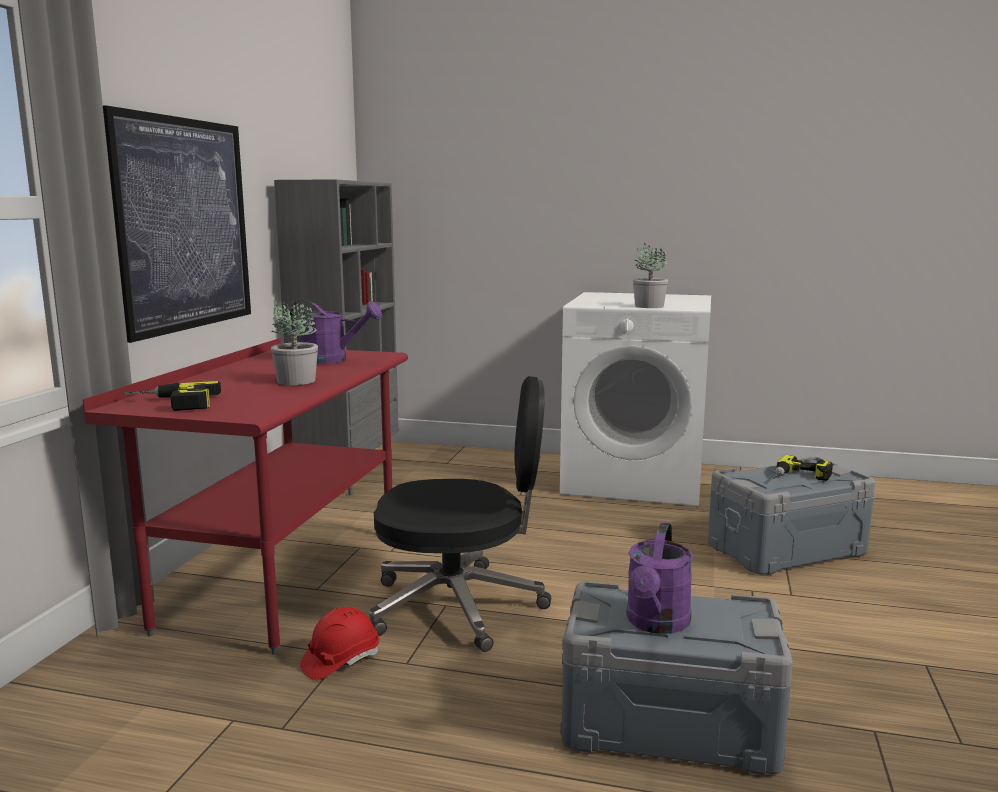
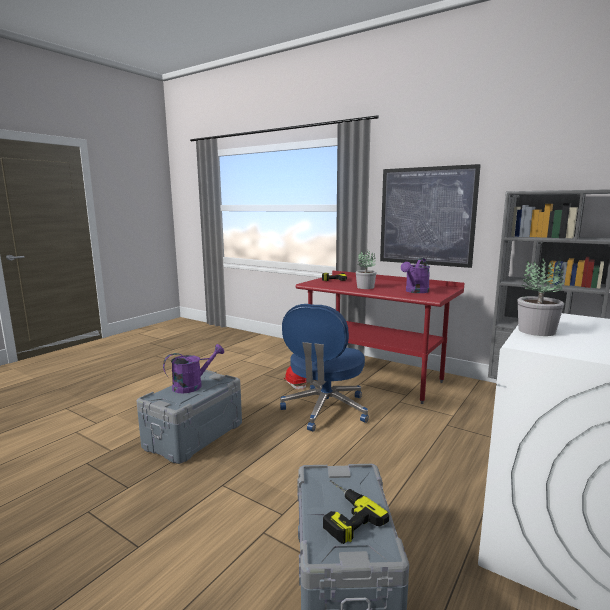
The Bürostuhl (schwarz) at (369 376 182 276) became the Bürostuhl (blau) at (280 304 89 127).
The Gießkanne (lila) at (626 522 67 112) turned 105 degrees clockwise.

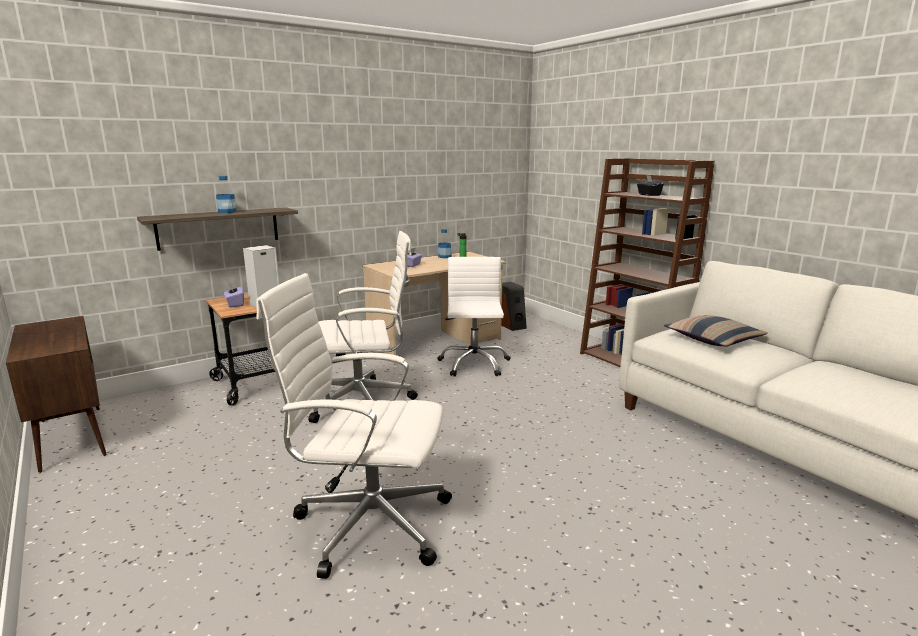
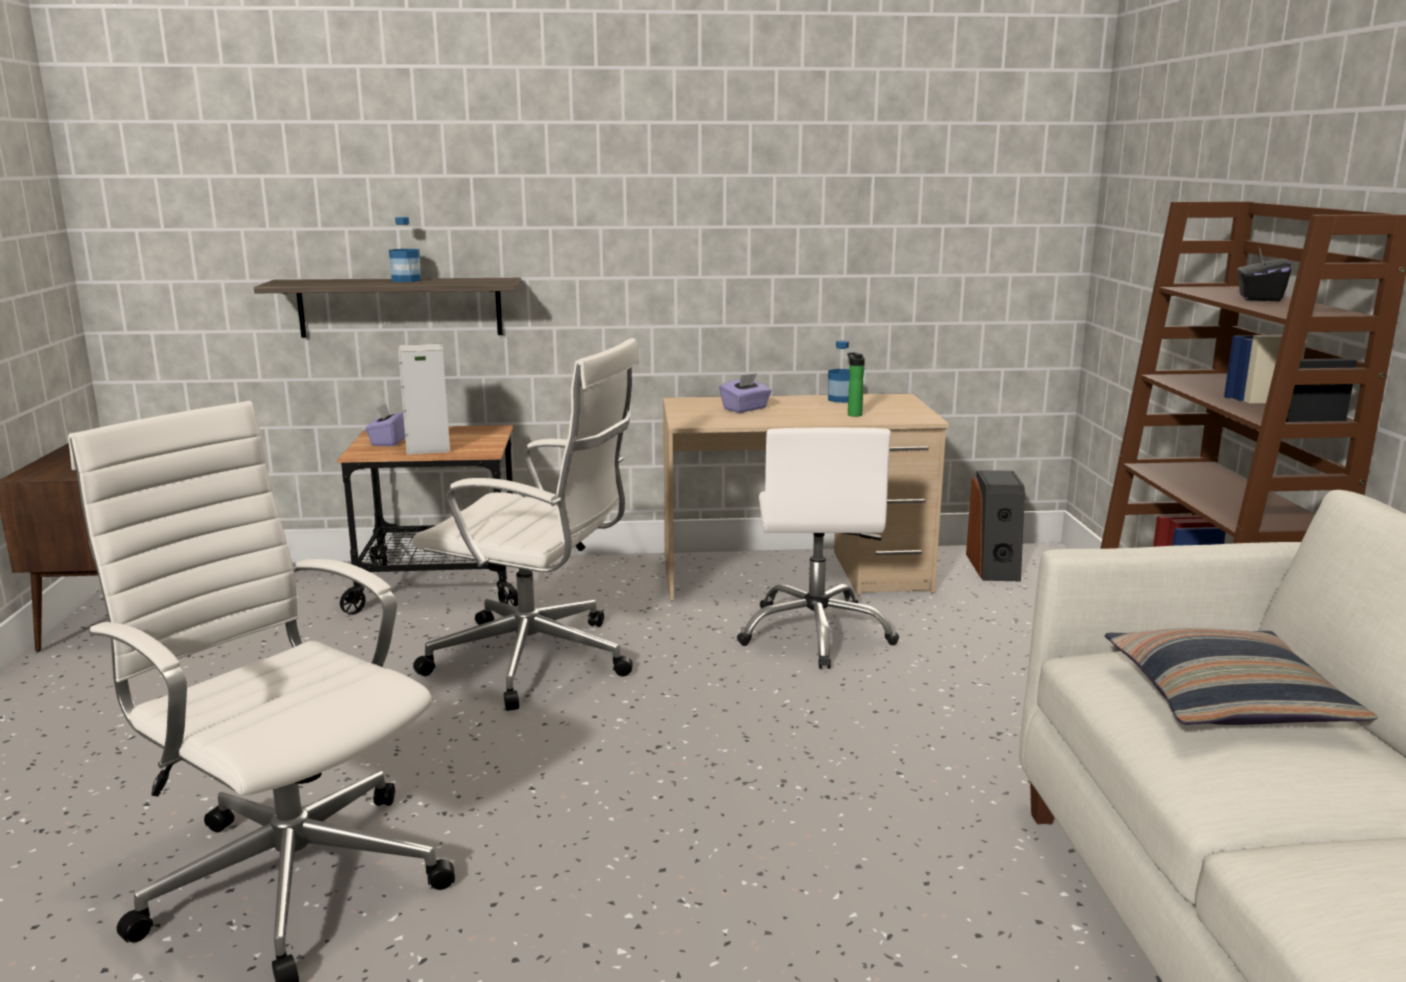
The Bürostuhl (weiß) at (438 257 73 120) turned 150 degrees clockwise.

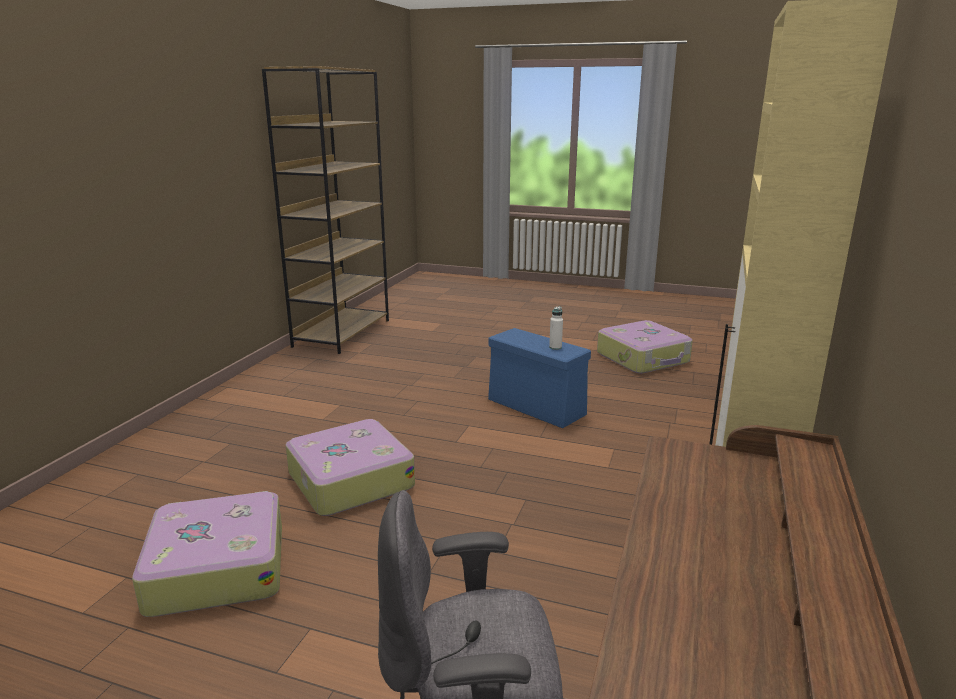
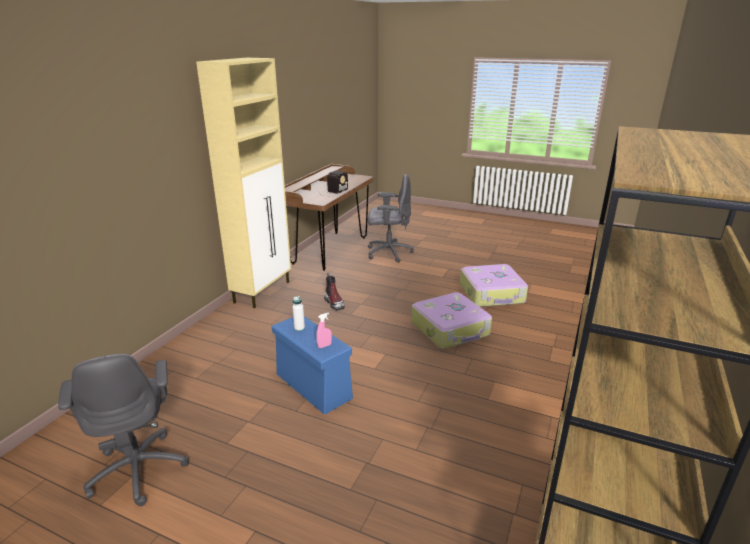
The Koffer at (597 320 96 54) was replaced by the Bürostuhl (grau) at (58 354 131 152).
The Radio at (319 170 29 26) appeared.
The Stiefel at (324 272 20 38) appeared.
The Sprühflasche (rosa) at (316 313 16 35) appeared.

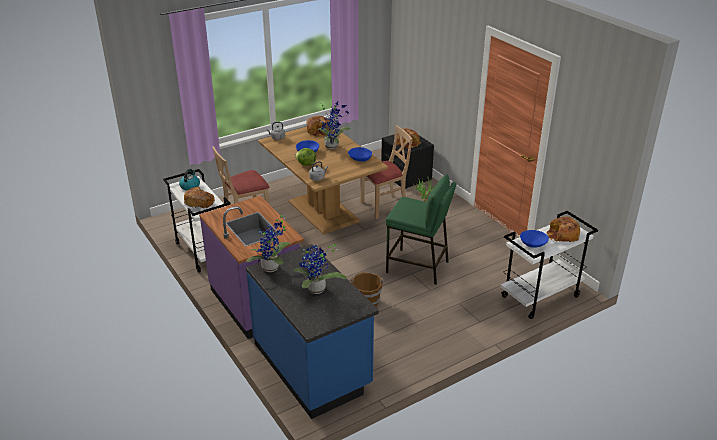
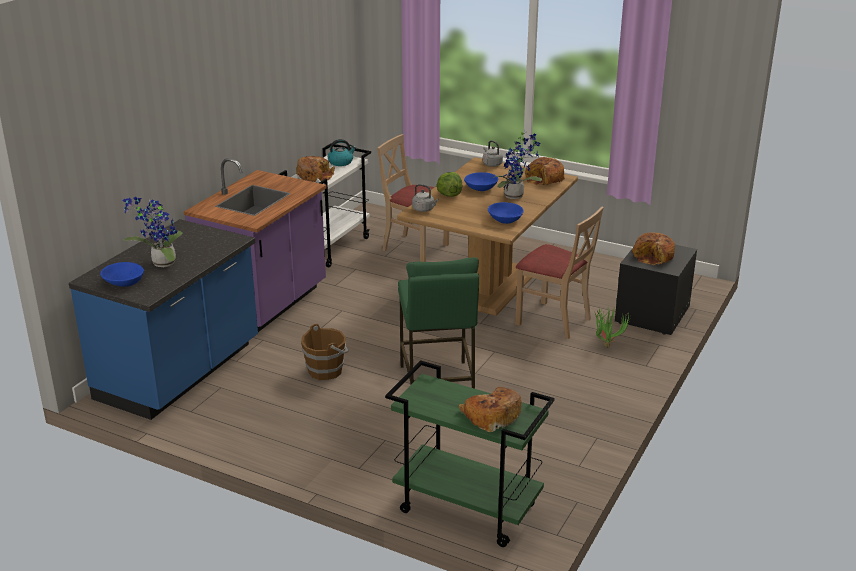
The Rollwagen (weiß) at (501 211 97 108) became the Rollwagen (grün) at (385 360 169 187).
The Topfpflanze at (246 213 45 59) disappeared.
The Schüssel (blau) moved from (520 230 29 18) to (100 262 44 25).

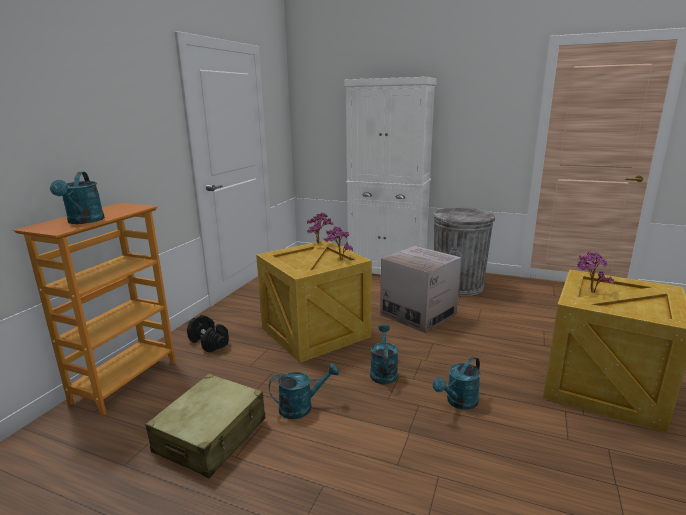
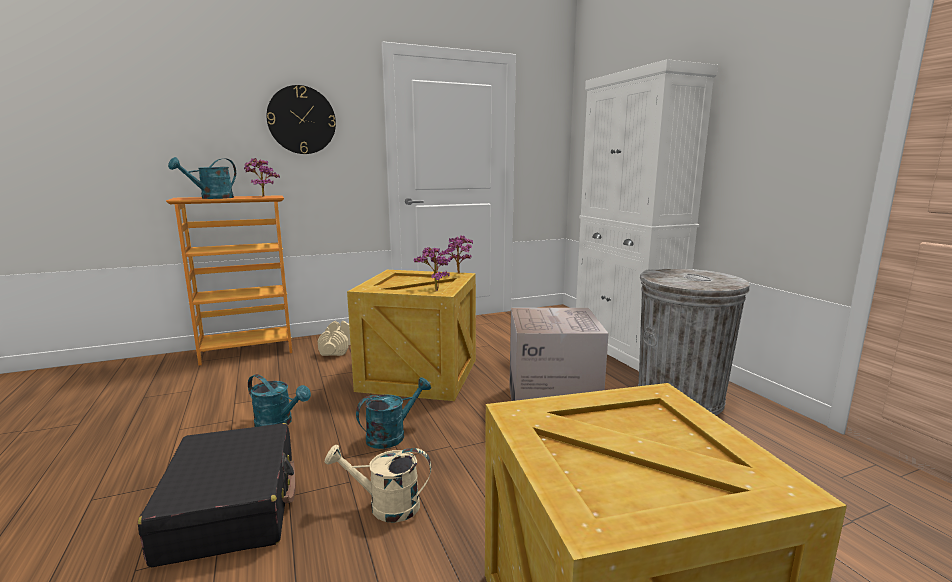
The Topfpflanze moved from (577 251 37 42) to (244 158 36 39).
The Hantel (schwarz) at (187 315 42 38) became the Hantel (beige) at (318 321 33 35).
The Gießkanne (türkis) at (433 356 48 54) became the Gießkanne (beige) at (325 445 106 78).
The Koffer (beige) at (146 374 119 104) disappeared.
The Wanduhr at (266 85 70 69) appeared.
The Koffer (schwarz) at (138 423 158 144) appeared.

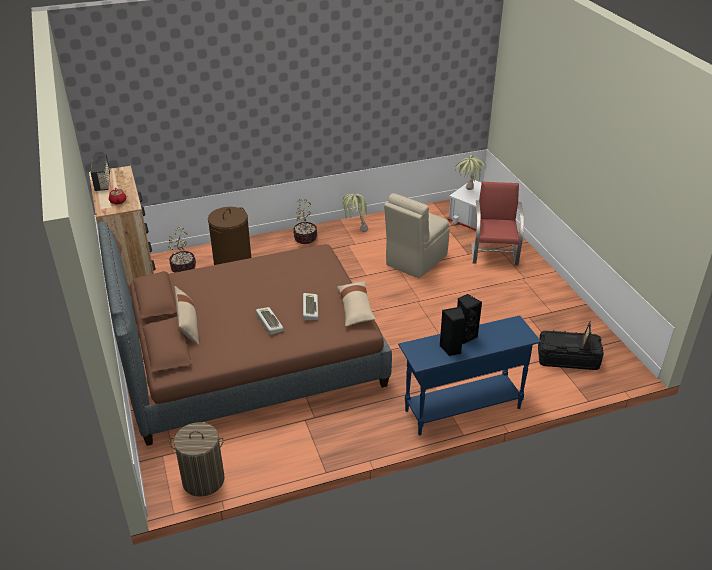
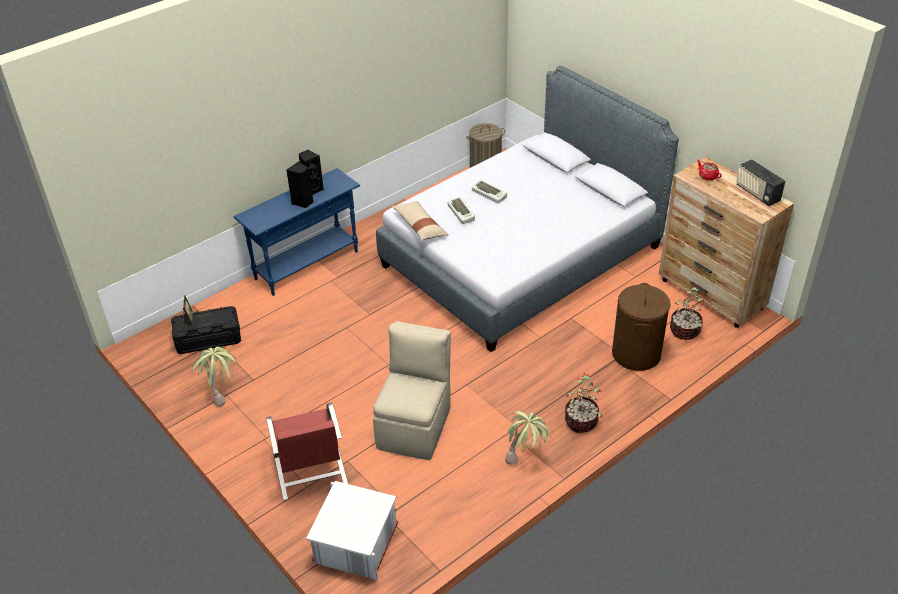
The Topfpflanze moved from (455 155 31 35) to (192 347 44 60).
The Bett (braun) at (98 221 294 225) became the Bett (grau) at (376 65 303 287).
The Kissen (beige) at (175 286 24 59) disappeared.

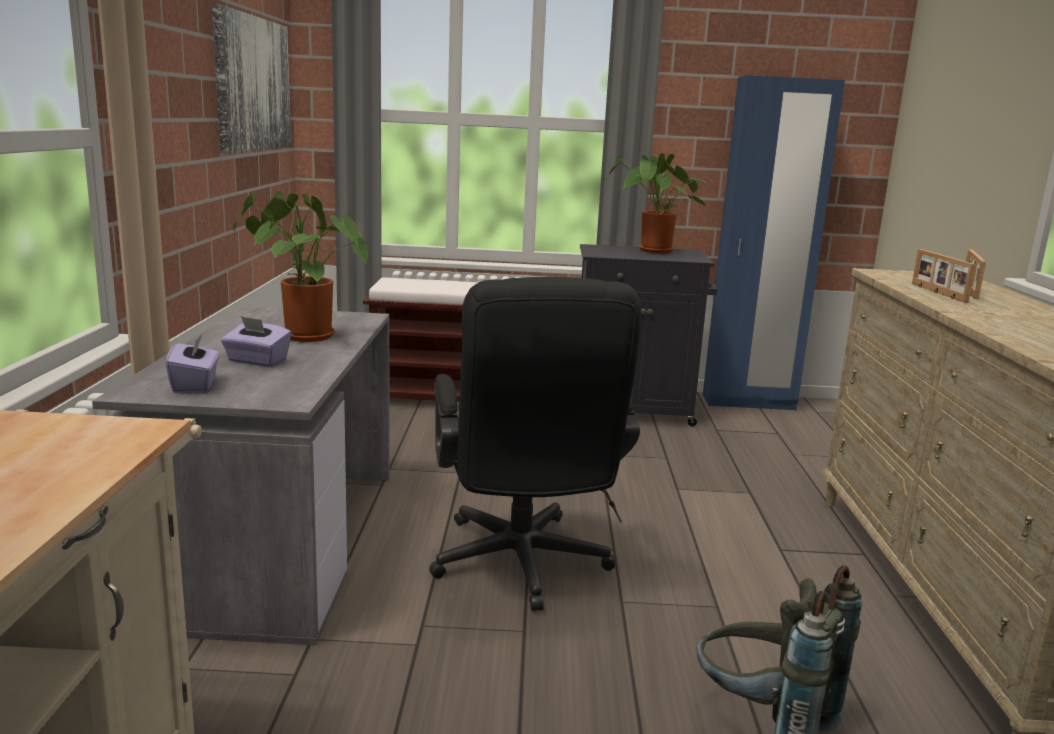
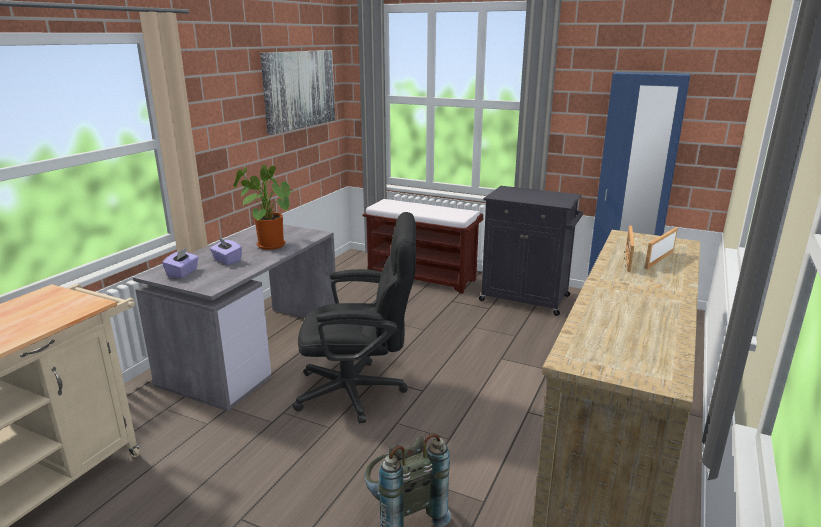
The Topfpflanze at (606 153 102 101) disappeared.
The Bürostuhl (schwarz) at (429 277 212 334) turned 105 degrees counterclockwise.

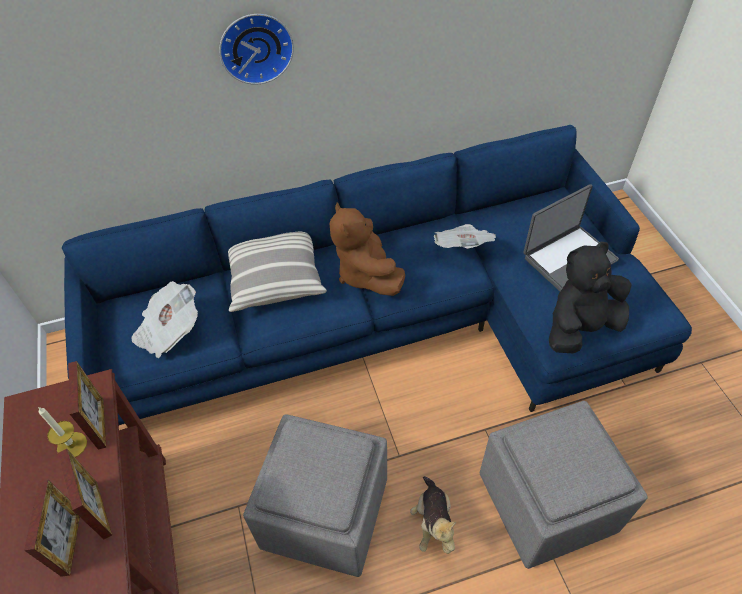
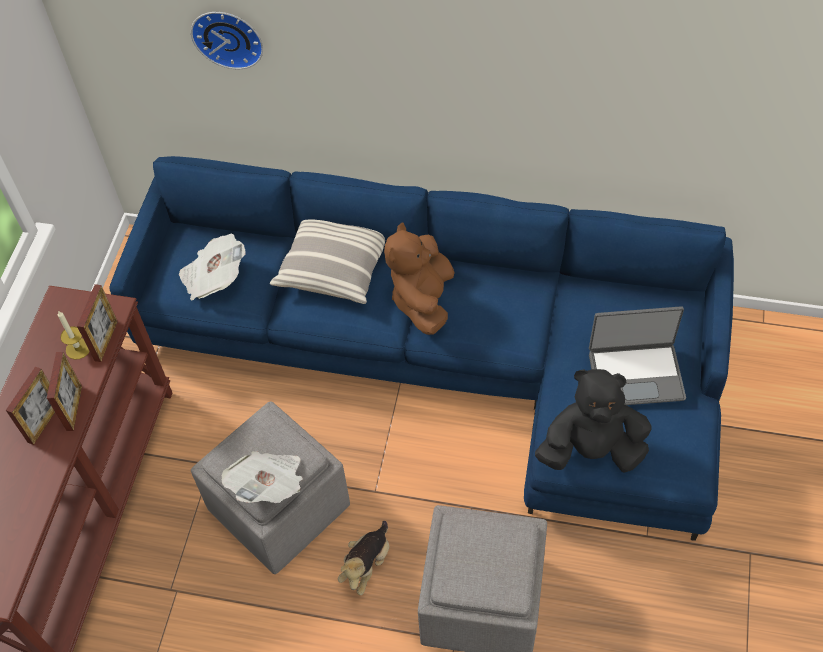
The Wanduhr moved from (219 14 75 71) to (191 12 72 57).
The Zeitung moved from (434 224 62 25) to (222 451 81 52).

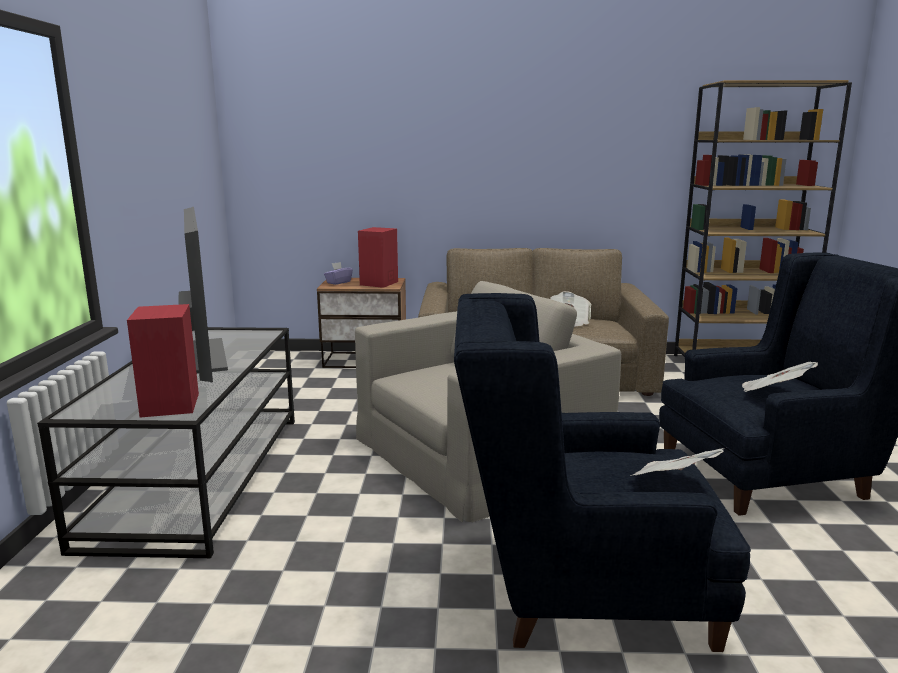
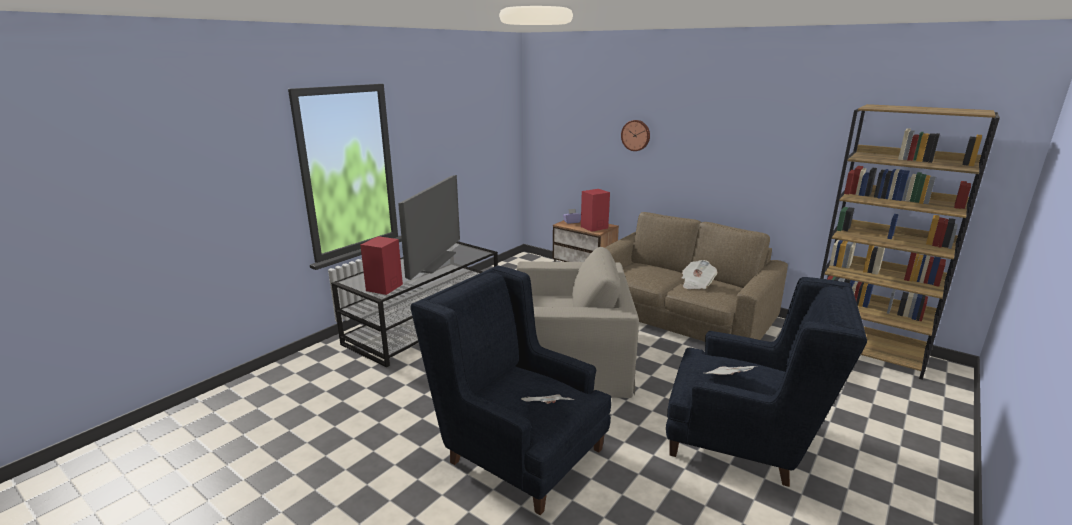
The Wanduhr at (621 120 29 31) appeared.

